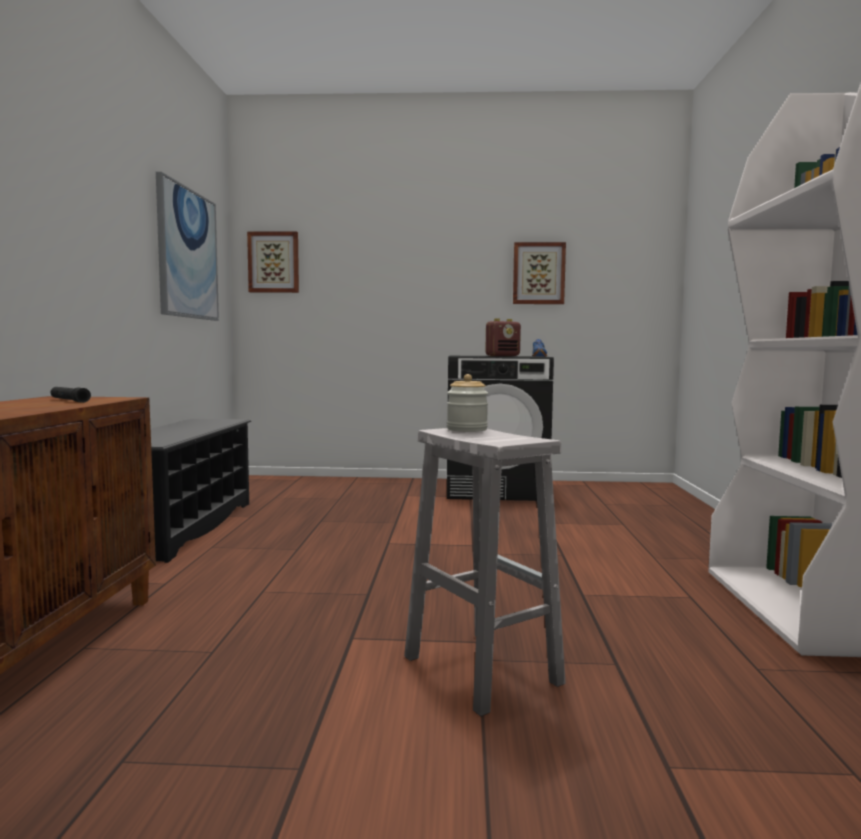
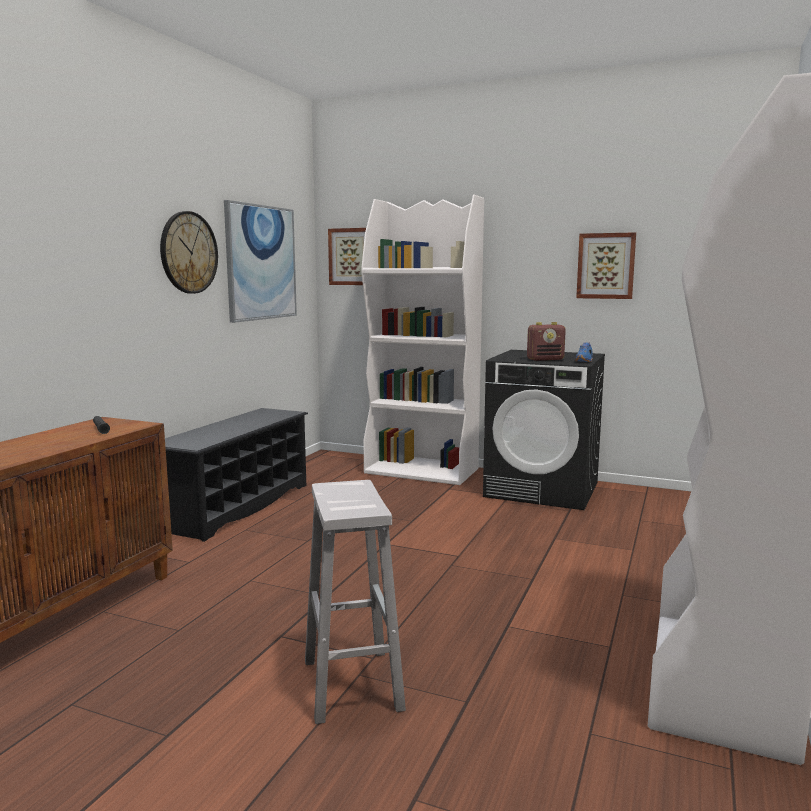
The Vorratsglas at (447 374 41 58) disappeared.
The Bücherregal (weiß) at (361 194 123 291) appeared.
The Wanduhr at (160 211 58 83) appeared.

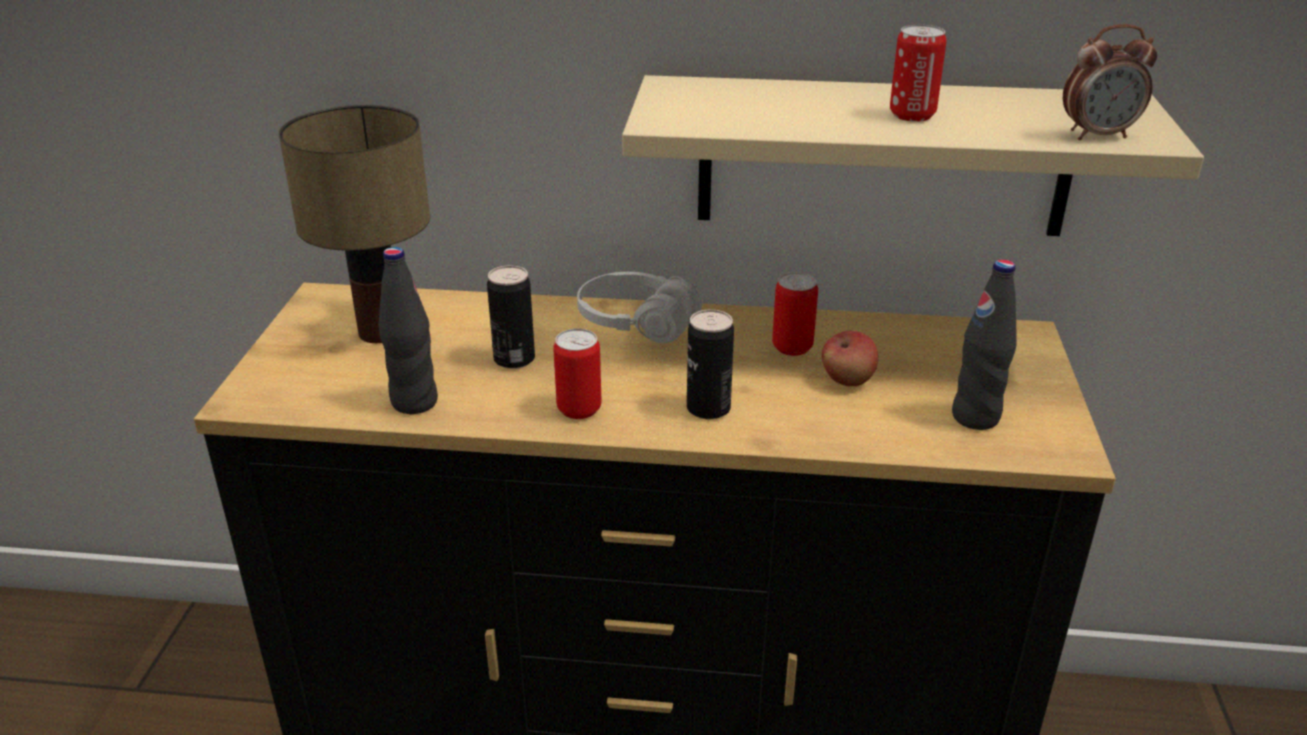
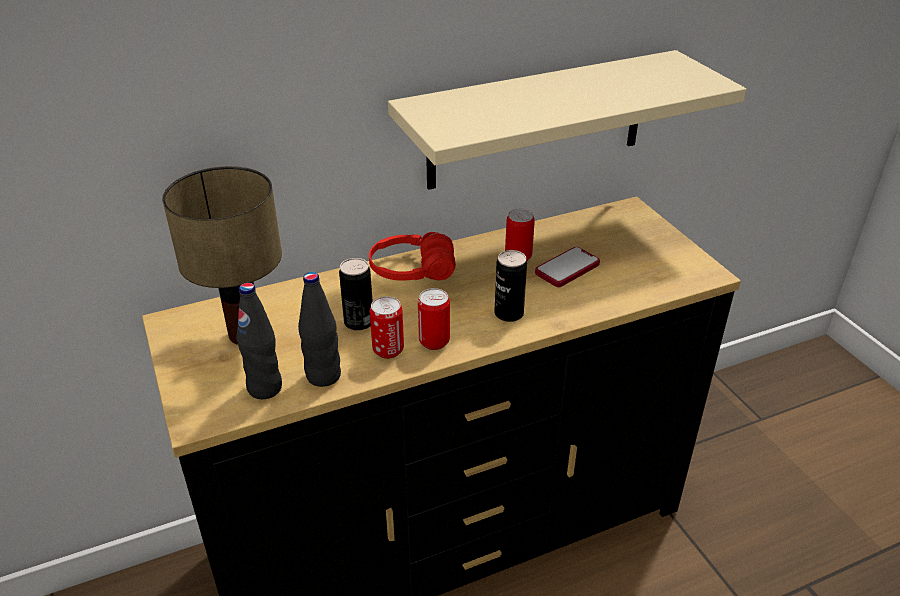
The Wecker at (1063 24 94 116) disappeared.
The Dose moved from (890 25 56 97) to (370 296 34 63).
The Flasche (schwarz) moved from (952 259 65 171) to (236 283 46 116).
The Kopfhörer (weiß) at (577 272 125 71) became the Kopfhörer (rot) at (369 232 87 49).
The Apfel at (822 331 56 55) was replaced by the Handy at (535 247 65 40).

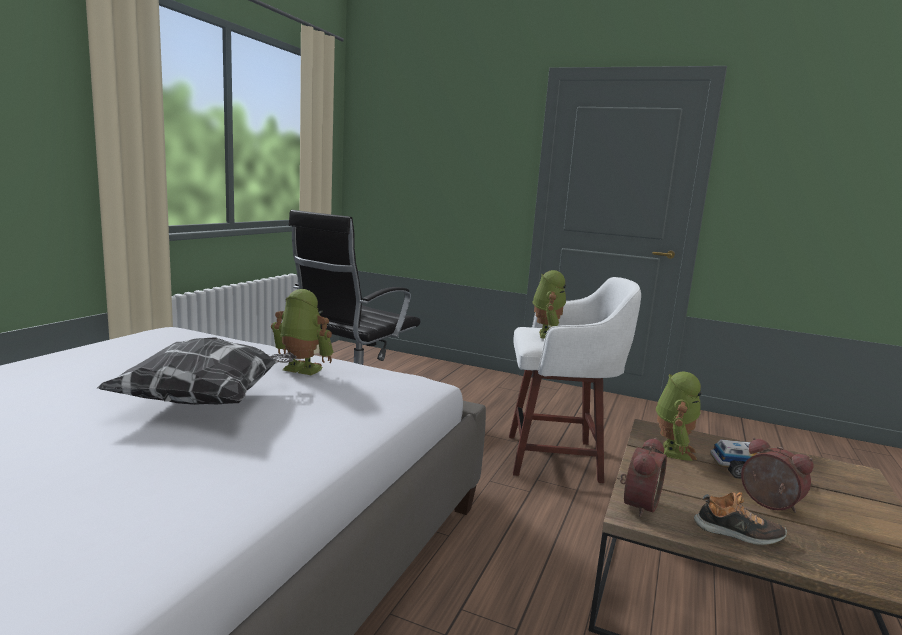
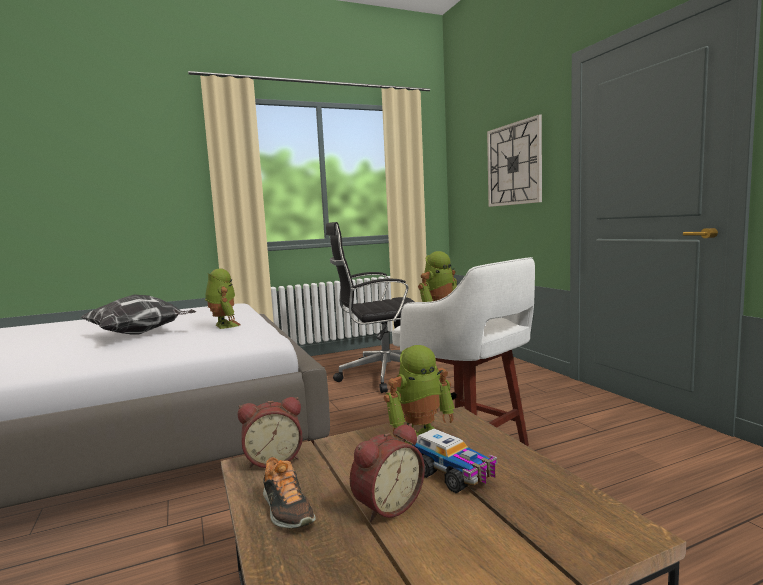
The Wecker at (741 437 73 76) turned 45 degrees clockwise.
The Wanduhr at (487 115 55 92) appeared.

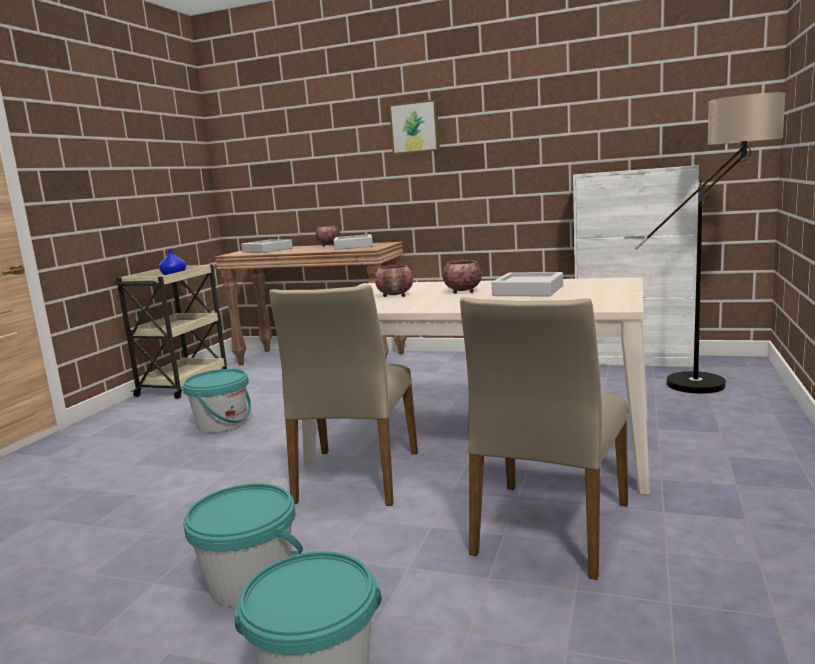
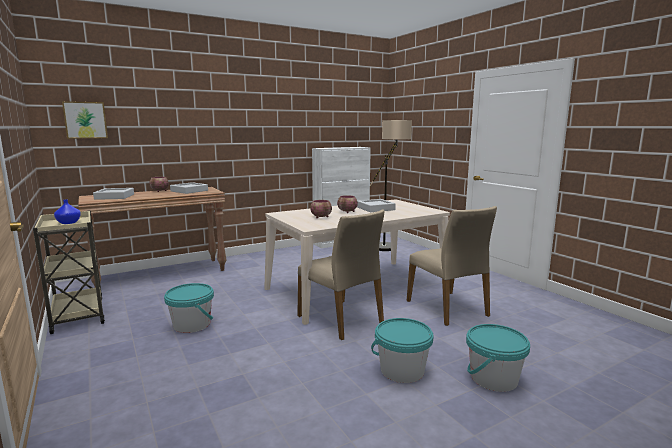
The Bild moved from (389 99 51 55) to (62 101 46 38).

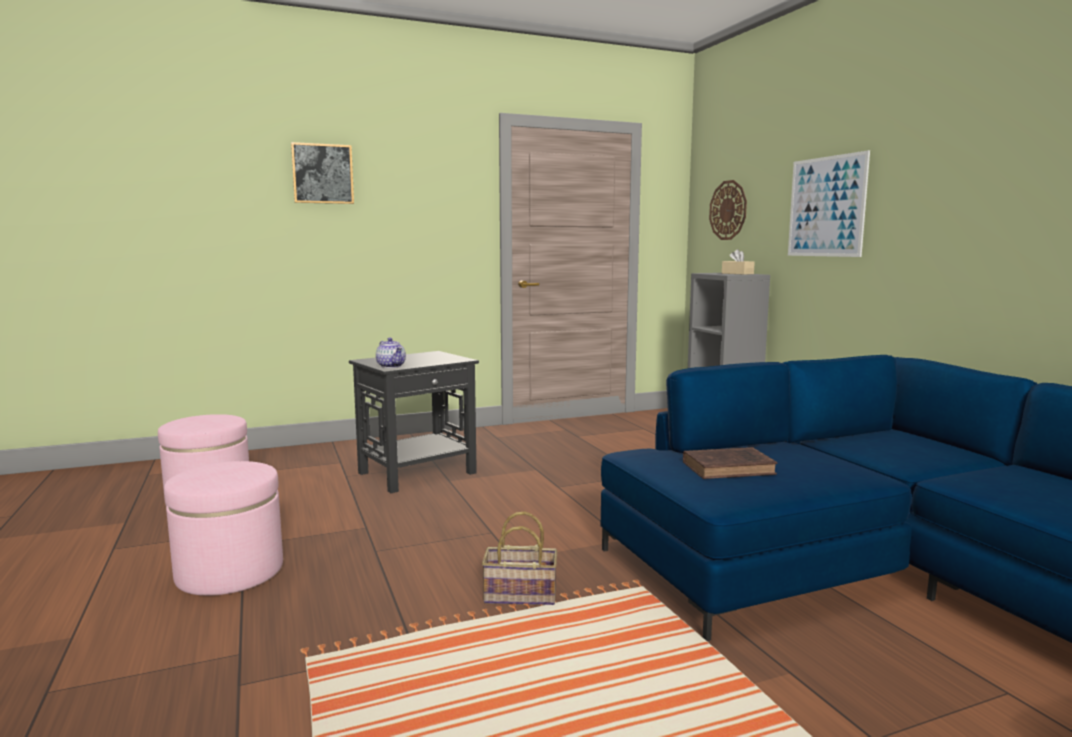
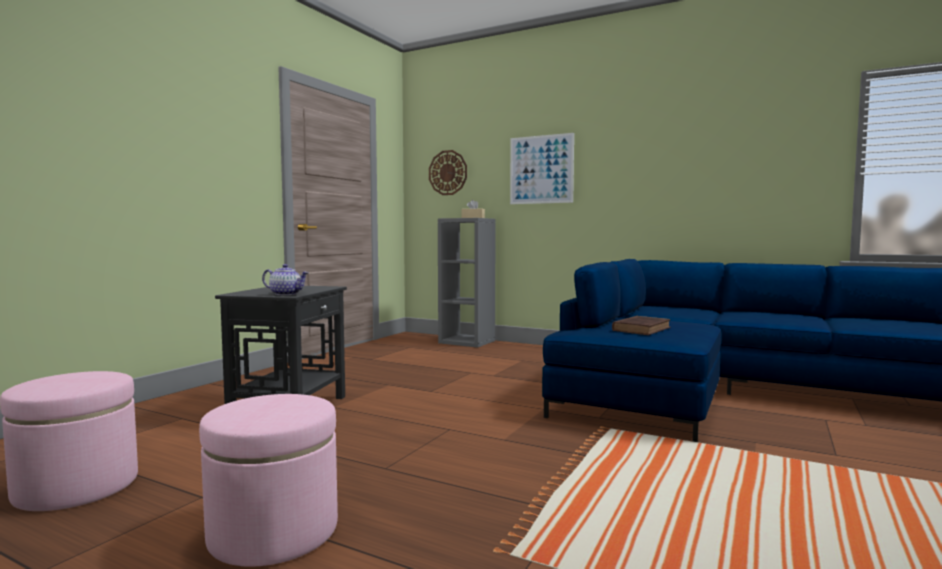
The Bild at (291 142 63 62) disappeared.
The Korb at (482 512 75 93) disappeared.

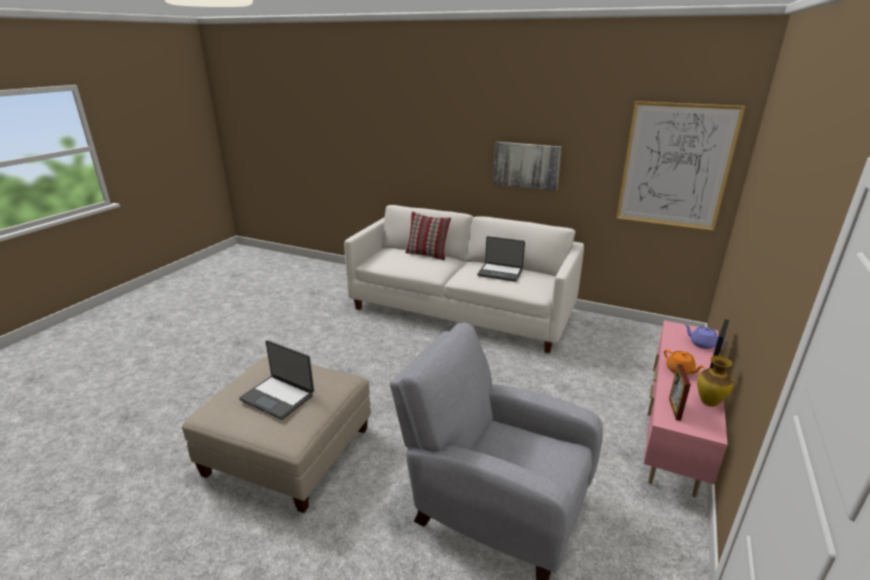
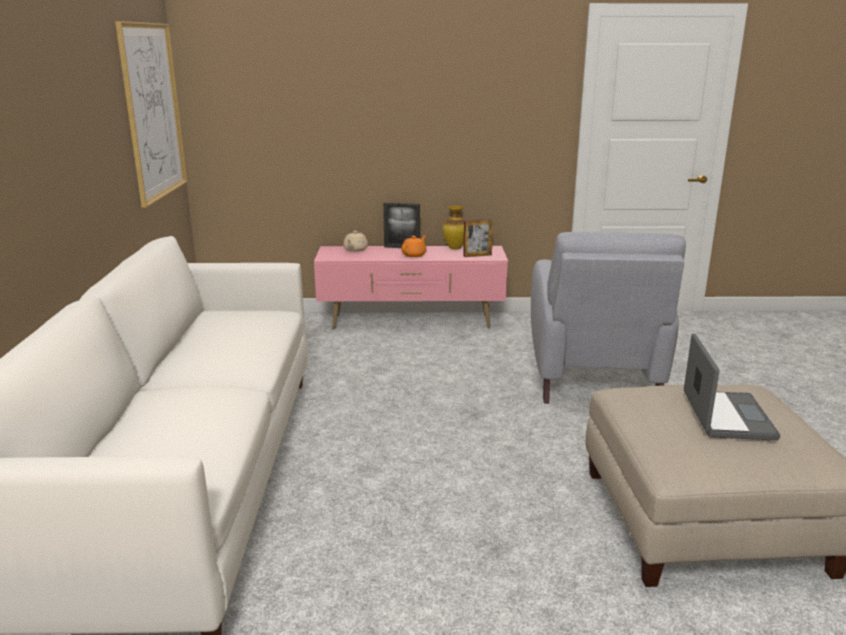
The Bild at (493 142 69 49) disappeared.
The Kissen at (405 211 46 49) disappeared.
The Laptop at (477 236 48 46) disappeared.
The Teekanne (lila) at (684 324 42 25) became the Teekanne (beige) at (343 231 25 21).

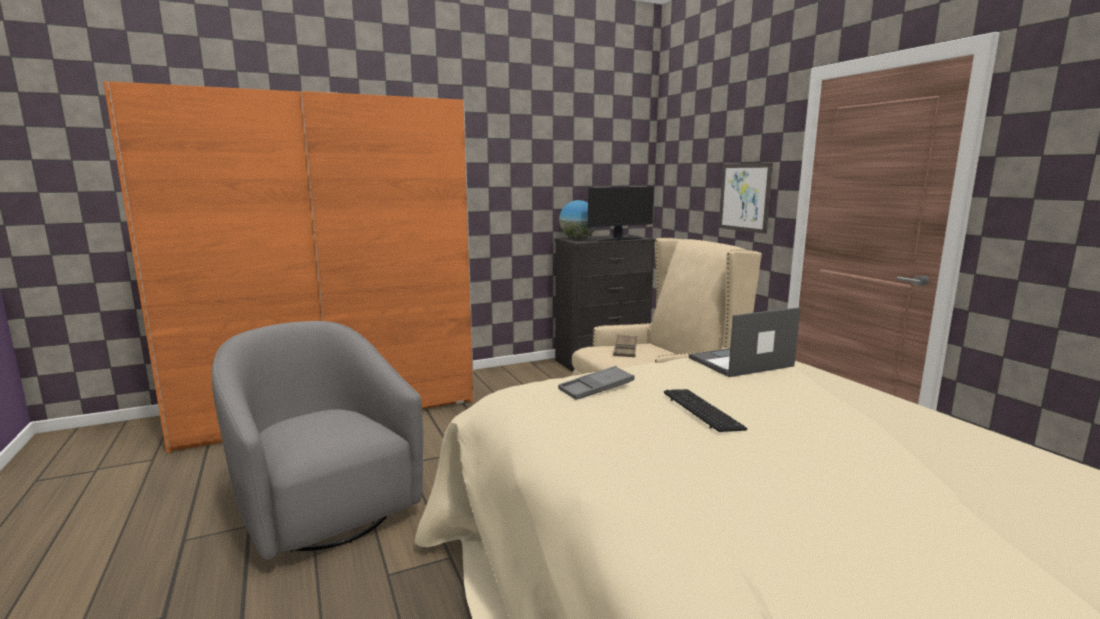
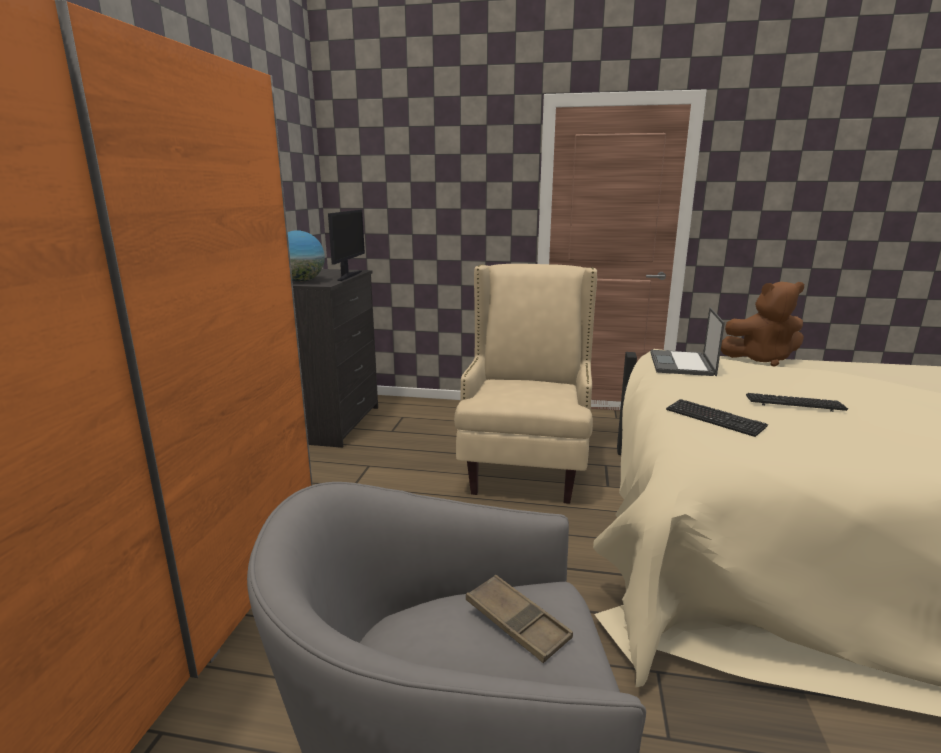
The Bild at (719 163 54 71) disappeared.
The Tablett (braun) moved from (613 334 24 23) to (466 575 107 88).
The Tablett (grau) at (558 366 77 34) was replaced by the Tastatur at (666 399 102 38).
The Plüschtier (braun) at (721 282 83 84) appeared.

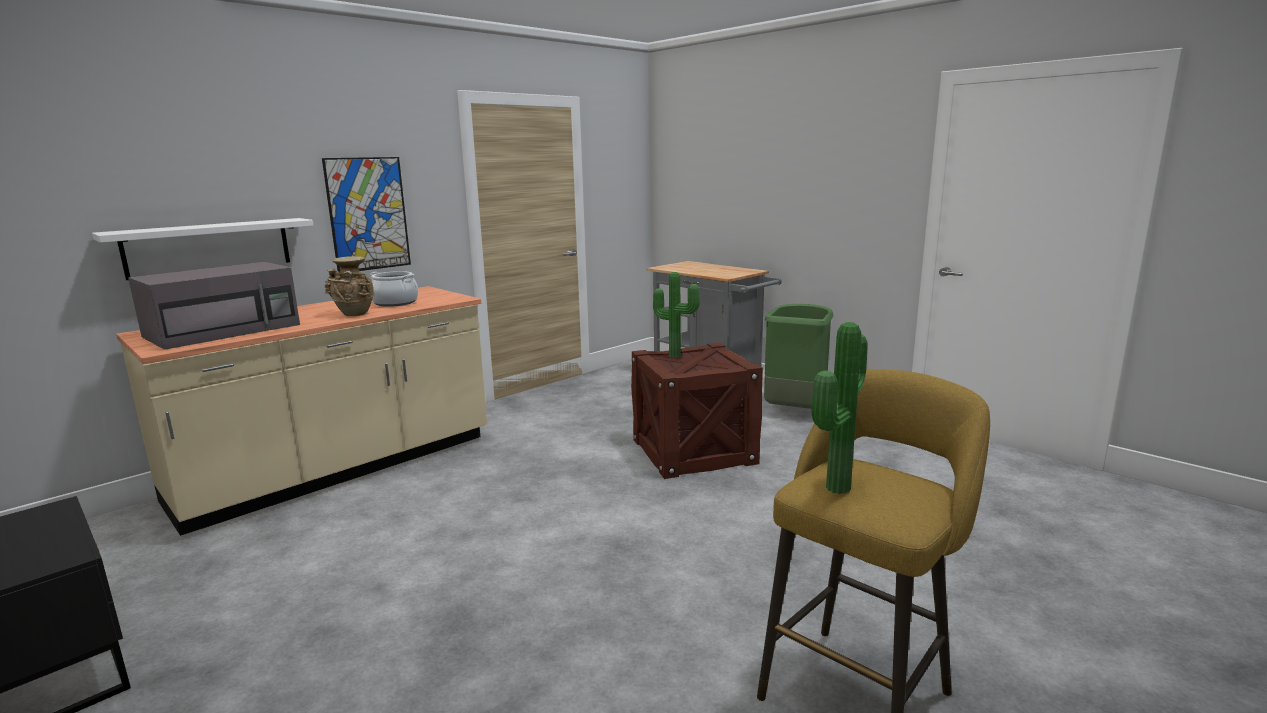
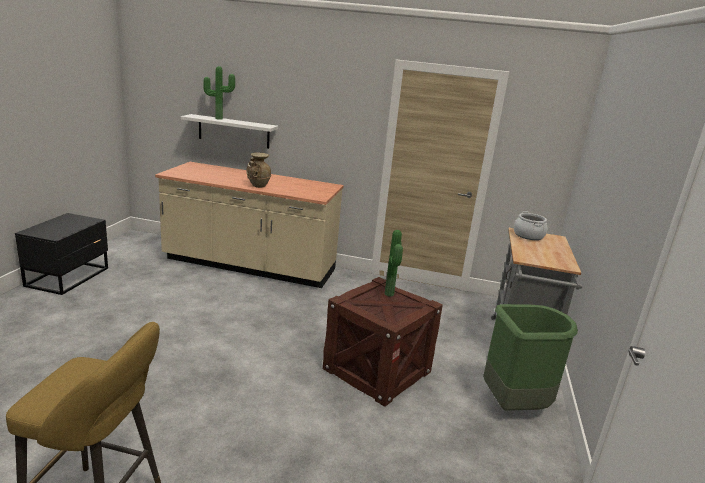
The Bild at (322 157 89 115) disappeared.
The Mikrowelle (grau) at (128 262 172 88) disappeared.
The Kochtopf moved from (370 271 48 36) to (514 211 33 29).
The Topfpflanze moved from (811 322 57 172) to (204 66 31 54).

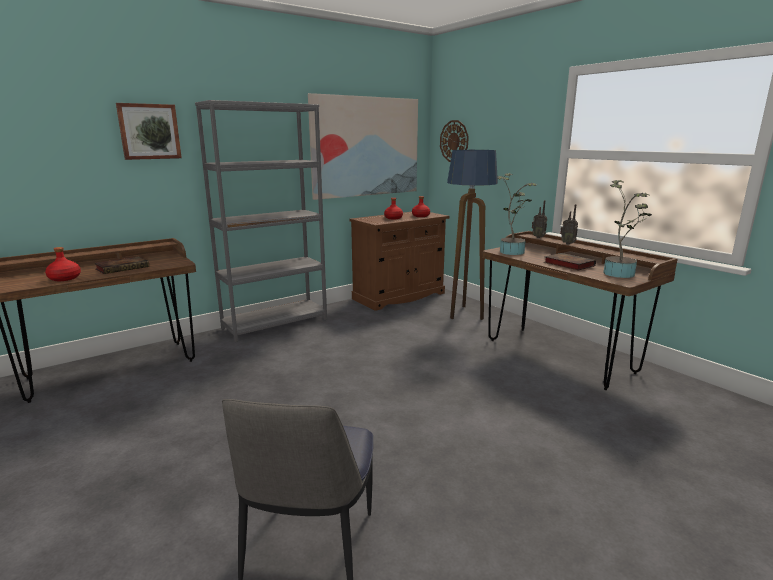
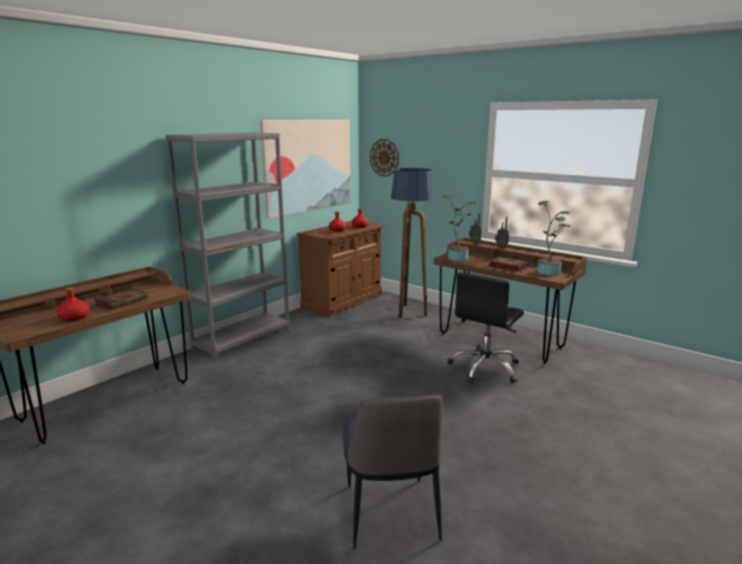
The Bild at (116 103 66 57) disappeared.
The Bürostuhl (schwarz) at (448 272 76 111) appeared.

